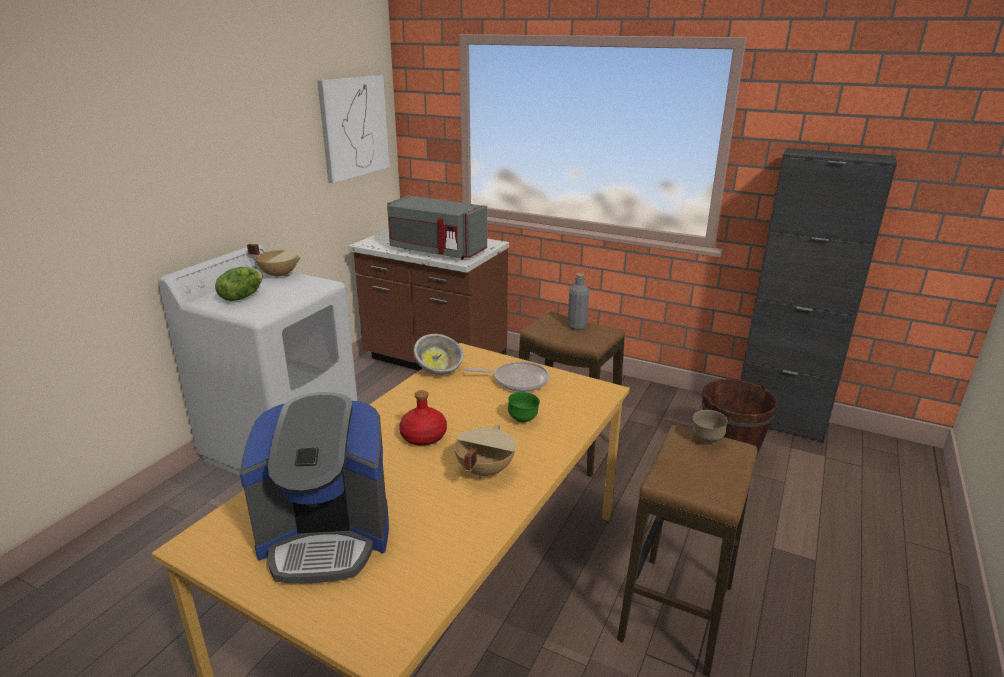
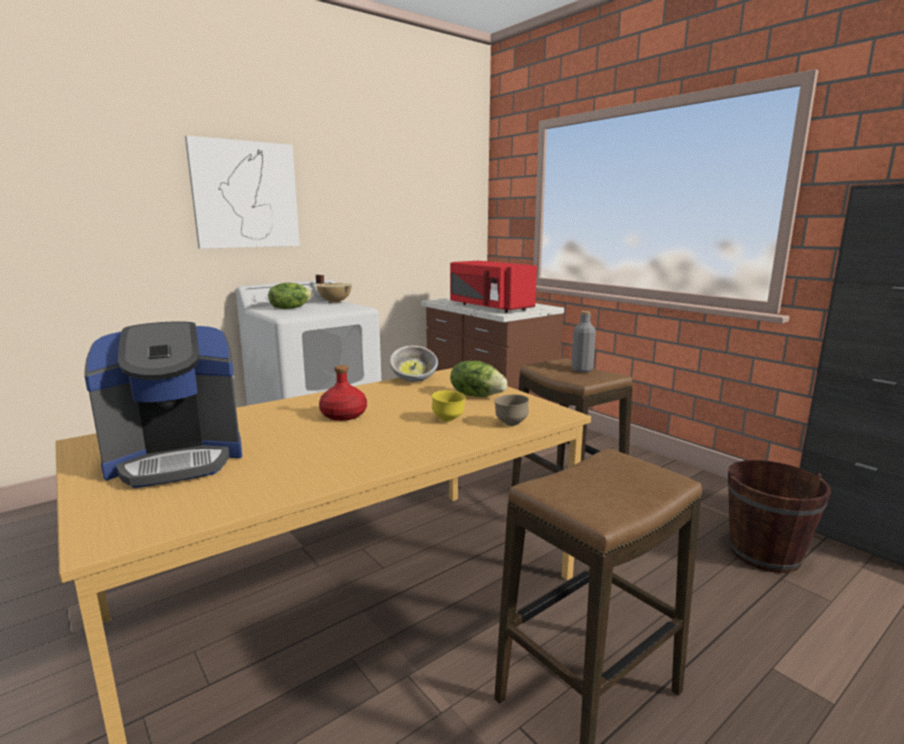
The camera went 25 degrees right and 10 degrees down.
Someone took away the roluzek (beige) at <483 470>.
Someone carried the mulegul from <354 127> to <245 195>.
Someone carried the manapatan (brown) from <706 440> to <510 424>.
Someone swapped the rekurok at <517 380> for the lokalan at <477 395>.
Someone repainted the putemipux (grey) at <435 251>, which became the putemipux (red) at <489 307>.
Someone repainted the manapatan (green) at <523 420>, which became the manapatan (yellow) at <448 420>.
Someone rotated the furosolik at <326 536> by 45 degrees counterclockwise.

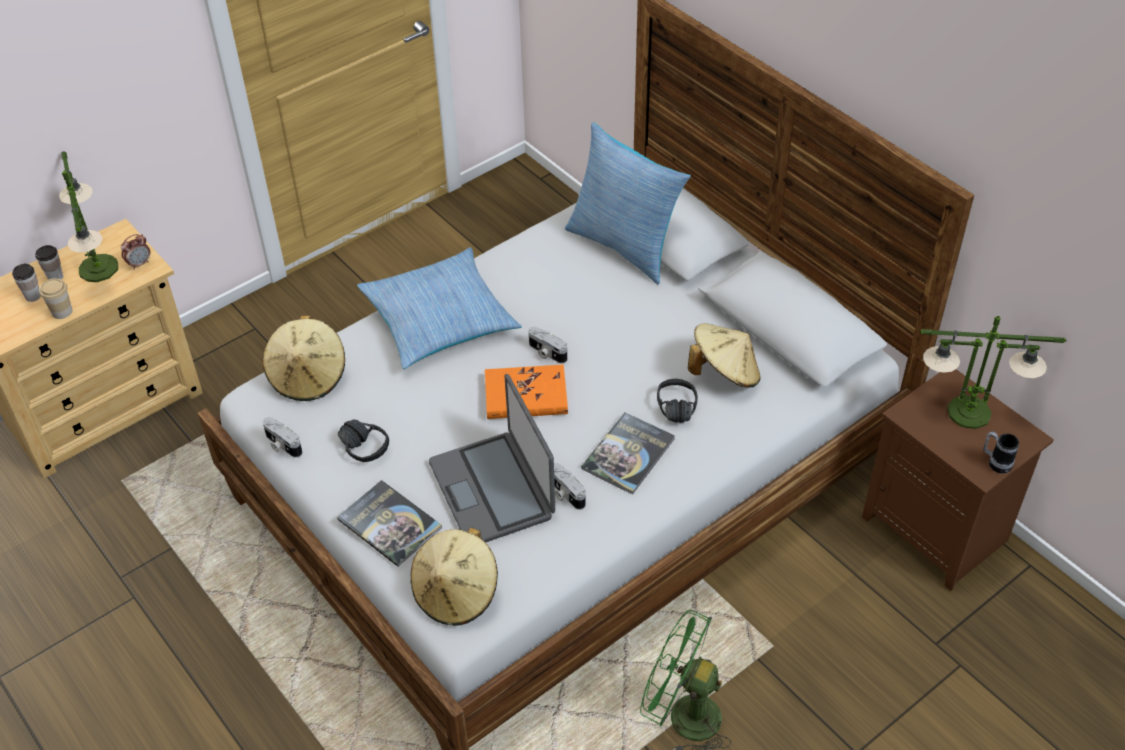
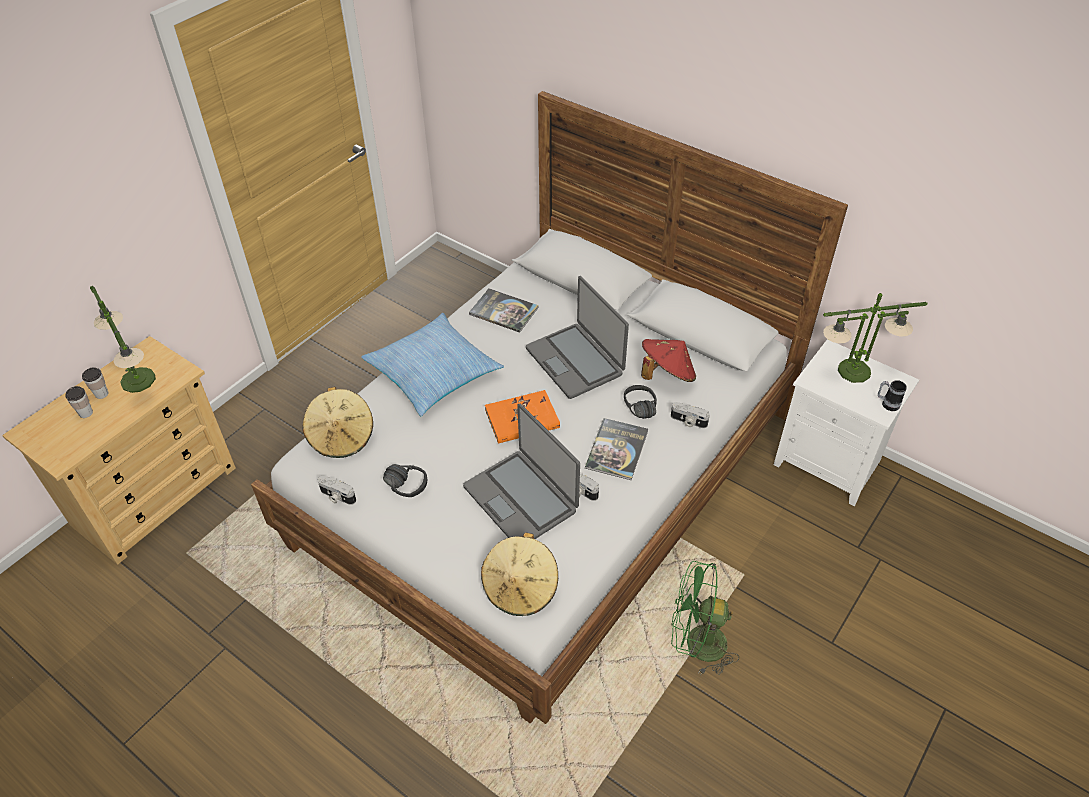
The camera went 15 degrees left and 0 degrees up.
Someone took away the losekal at <62 311>.
Someone took away the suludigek at <139 264>.
Someone took away the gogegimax at <624 245>.
Someone put down the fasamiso at <575 361>.
Someone carried the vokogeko from <389 524> to <504 311>.
Someone carried the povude from <546 353> to <688 421>.
Someone repainted the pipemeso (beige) at <724 373>, which became the pipemeso (red) at <666 374>.
Someone repainted the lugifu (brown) at <938 530>, which became the lugifu (white) at <830 463>.

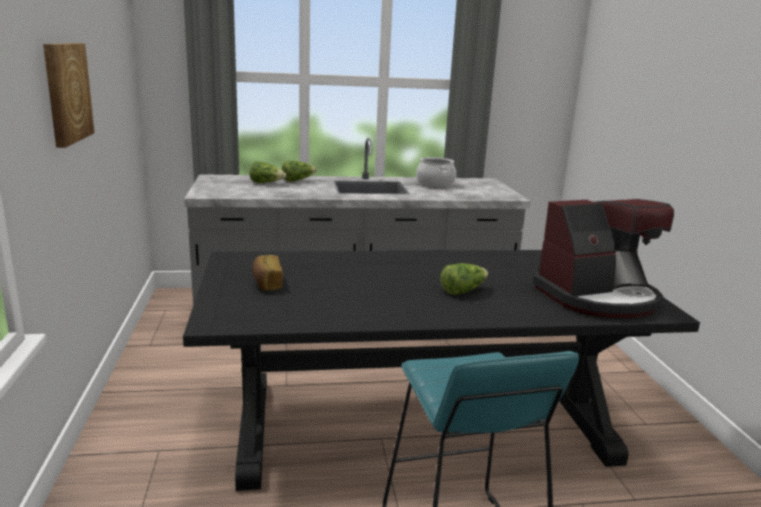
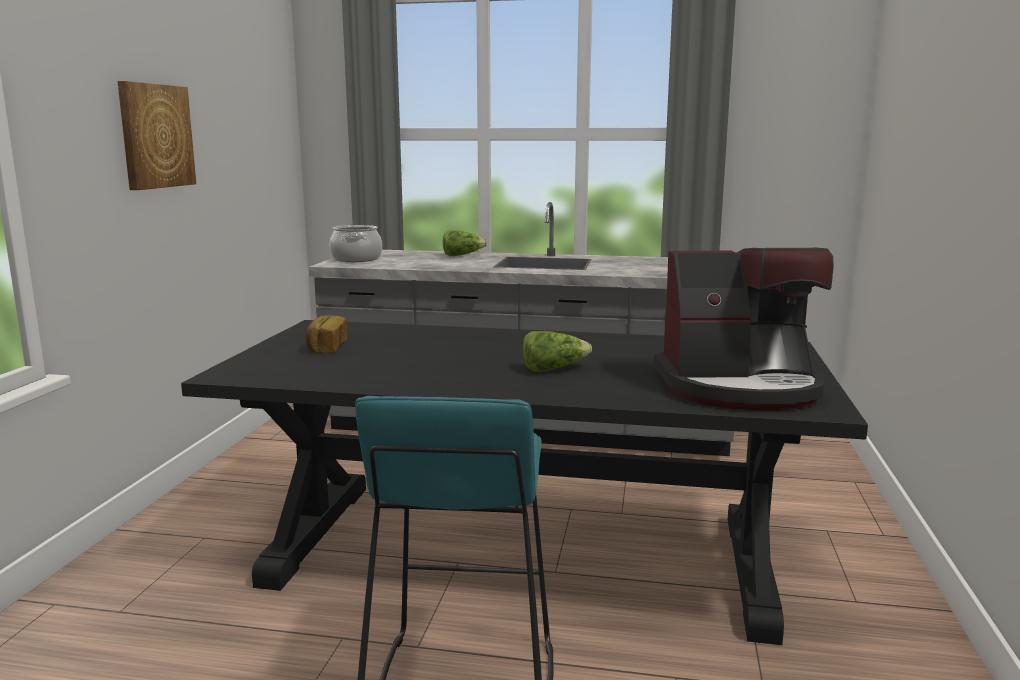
The camera went 20 degrees right and 5 degrees down.
Someone took away the lokalan at <266 183>.
Someone carried the roluzek from <435 184> to <357 259>.

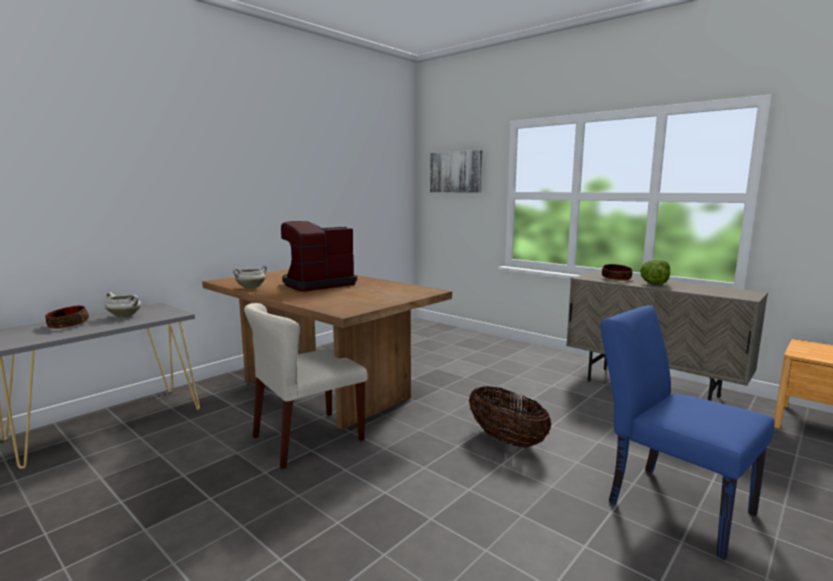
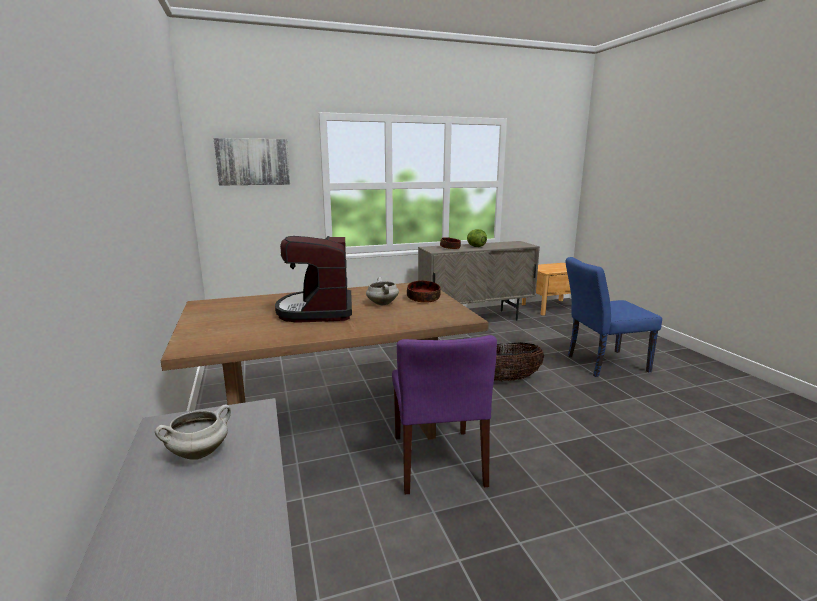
The camera went 60 degrees left and 5 degrees up.
Someone carried the manapatan from <68 325> to <423 299>.
Someone carried the roluzek (white) from <251 288> to <382 304>.
Someone repainted the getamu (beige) at <307 438>, which became the getamu (purple) at <438 460>.

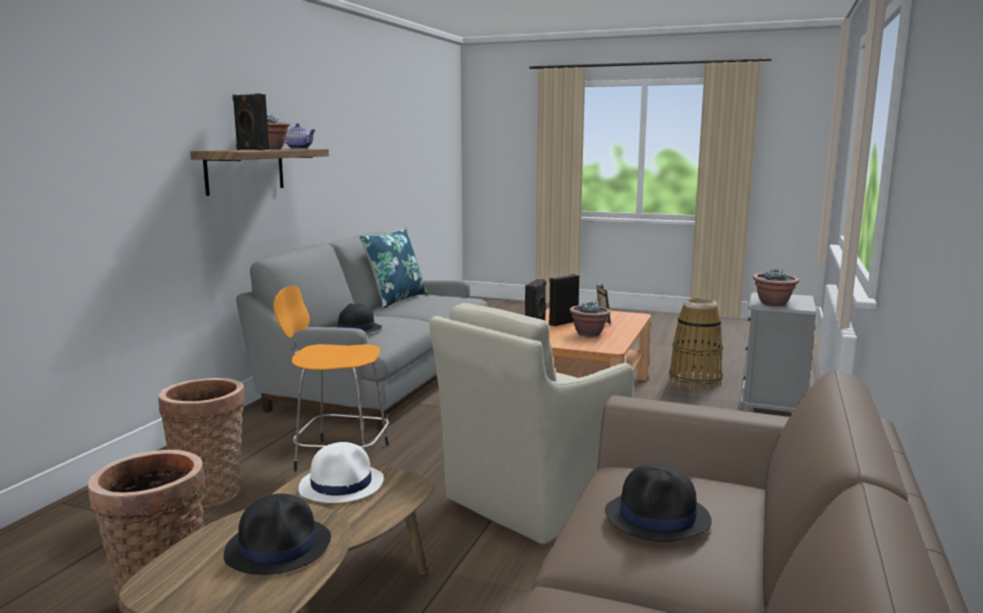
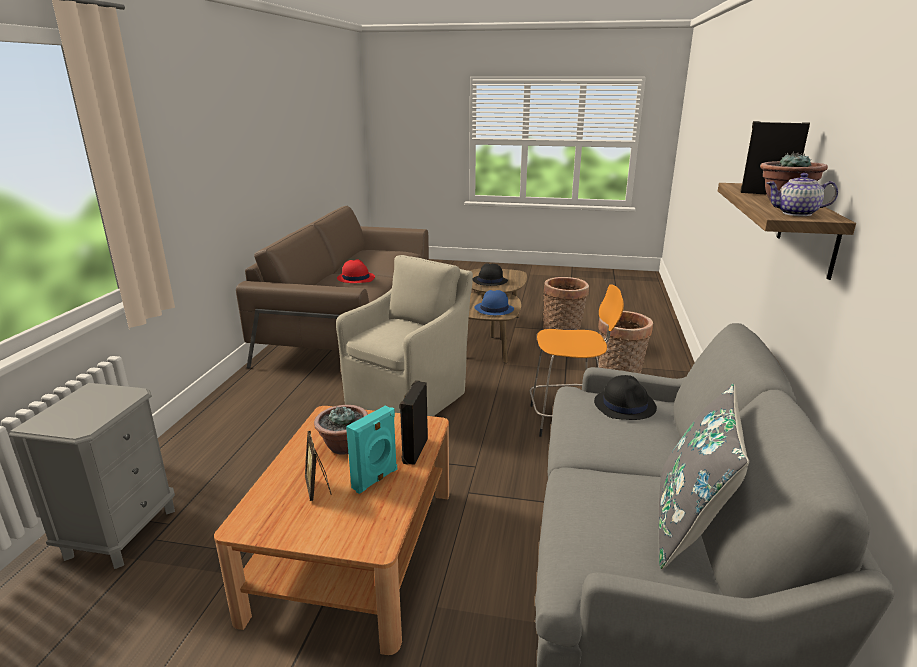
The camera went 170 degrees right and 10 degrees up.
Someone took away the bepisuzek at <695 380>.
Someone took away the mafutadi at <773 303>.
Someone repainted the pipemeso (white) at <342 484>, which became the pipemeso (blue) at <493 309>.
Someone repainted the gogegimax (blue) at <396 299>, which became the gogegimax (grey) at <689 525>.
Someone repainted the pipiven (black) at <562 323>, which became the pipiven (turquoise) at <376 479>.
Someone repainted the pipemeso (black) at <658 517>, which became the pipemeso (red) at <355 278>.

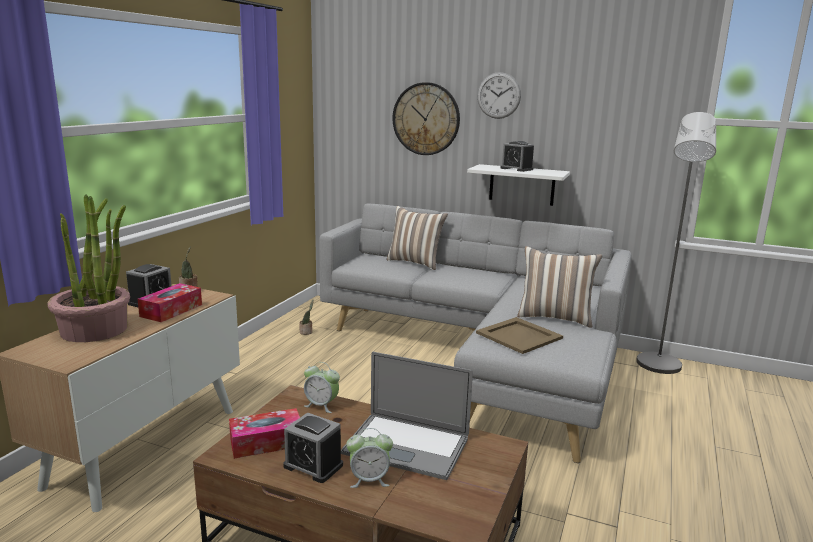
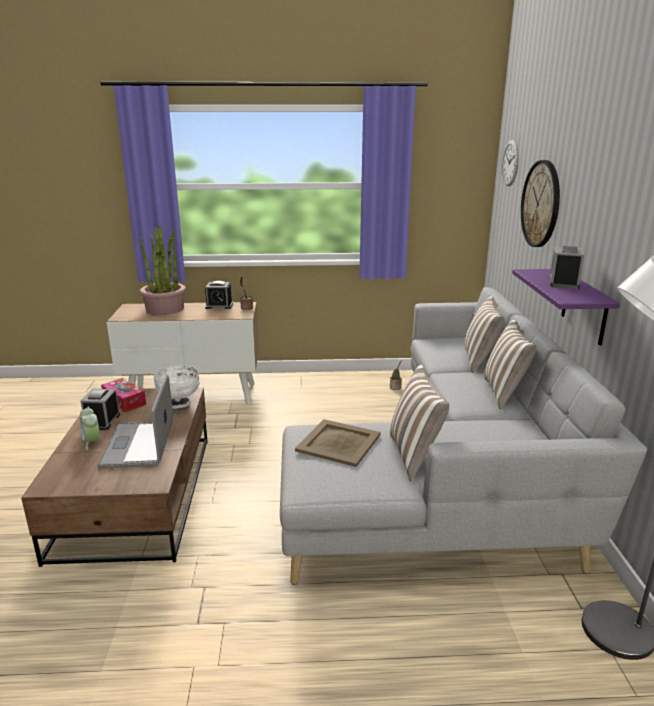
The camera went 65 degrees right and 5 degrees up.
Someone took away the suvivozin at <171 310>.
Someone put down the gogegimax at <504 393>.
Someone carried the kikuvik from <498 95> to <510 163>.
Someone swapped the suludigek at <321 405> for the manapatan (white) at <179 404>.
Someone repainted the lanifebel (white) at <522 185>, which became the lanifebel (purple) at <584 307>.

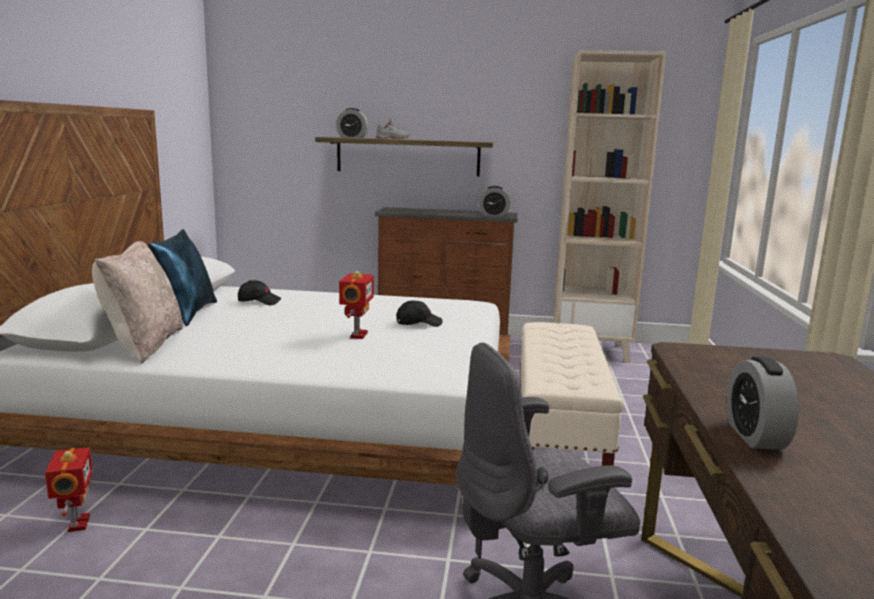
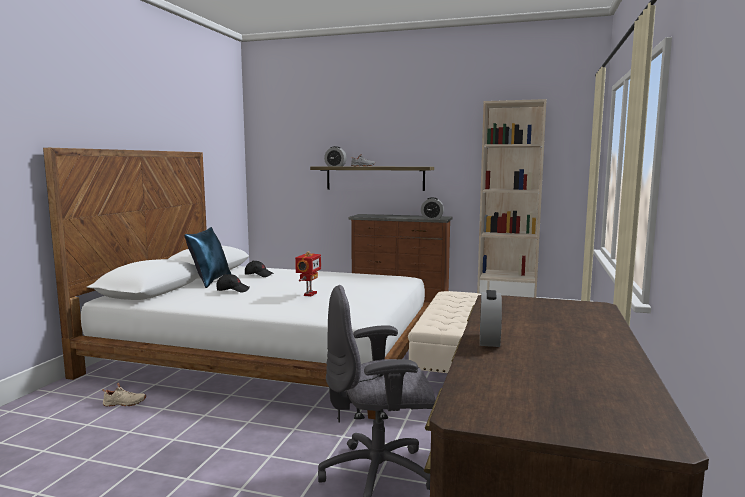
The camera went 10 degrees right and 5 degrees down.
Someone took away the gogegimax (beige) at <143 345>.
Someone carried the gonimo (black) from <418 323> to <233 290>.
Someone swapped the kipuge at <76 524> for the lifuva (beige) at <124 404>.

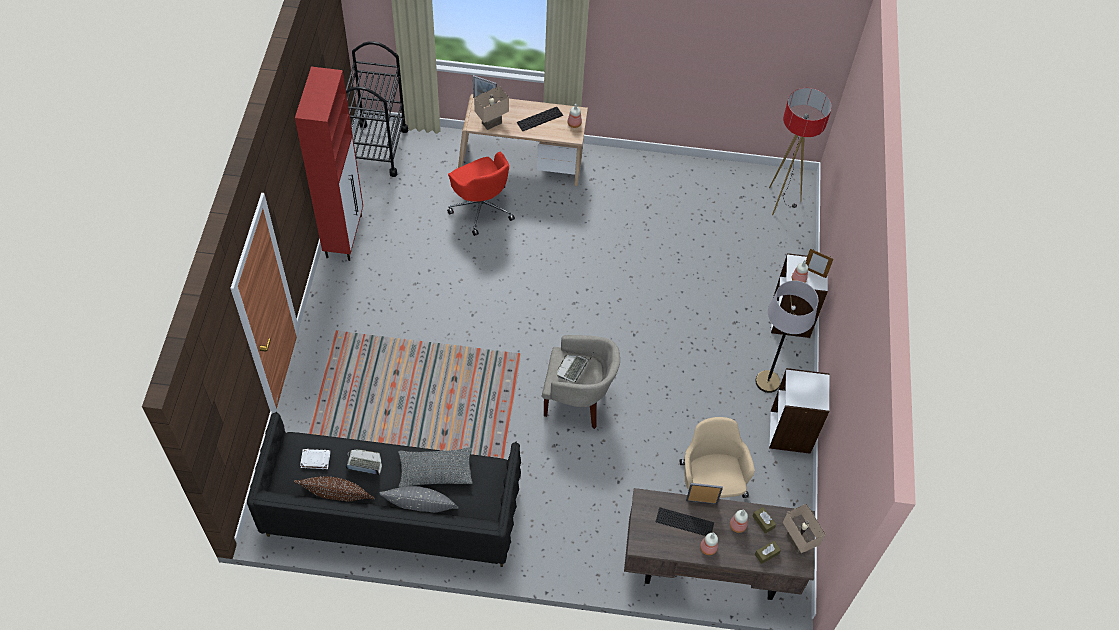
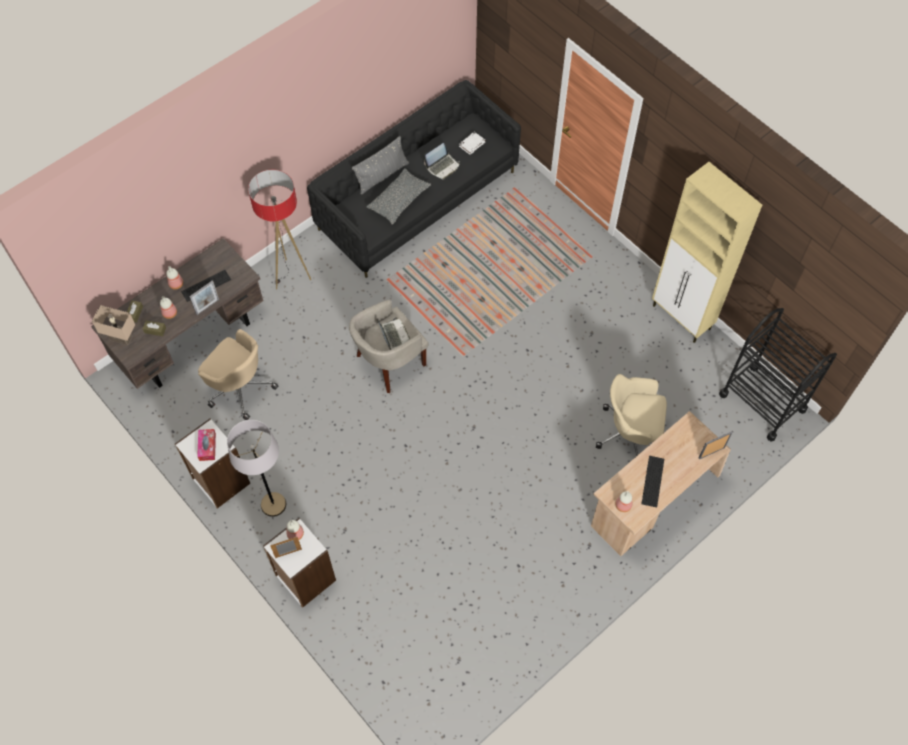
The camera went 135 degrees right and 5 degrees up.
Someone took away the gogegimax (brown) at <337 497>.
Someone took away the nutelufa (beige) at <491 122>.
Someone put down the suvivozin at <207 447>.
Someone carried the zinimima from <781 201> to <290 276>.
Someone repainted the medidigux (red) at <344 235>, which became the medidigux (beige) at <682 318>.
Someone repainted the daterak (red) at <481 207>, which became the daterak (beige) at <630 433>.

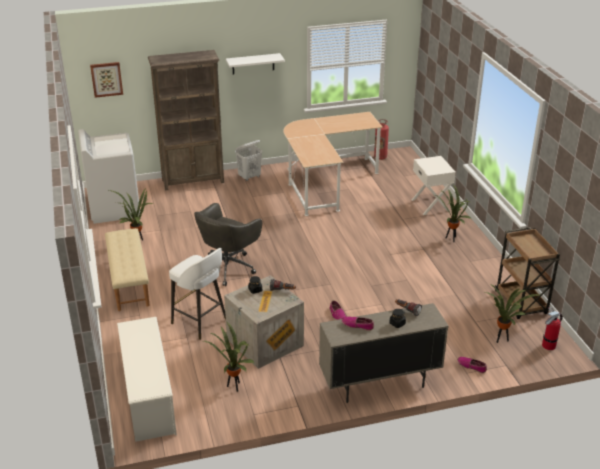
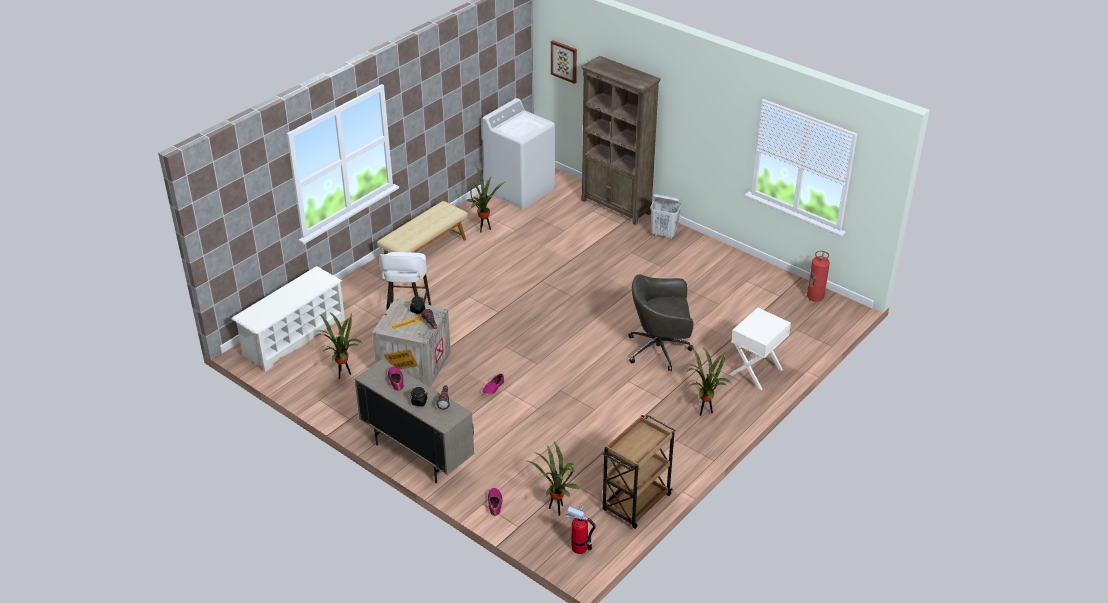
The camera went 55 degrees right and 5 degrees up.
Someone took away the lanifebel (white) at <253 64>.
Someone took away the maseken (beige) at <324 182>.
Someone carried the daterak (grey) from <228 267> to <660 350>.

